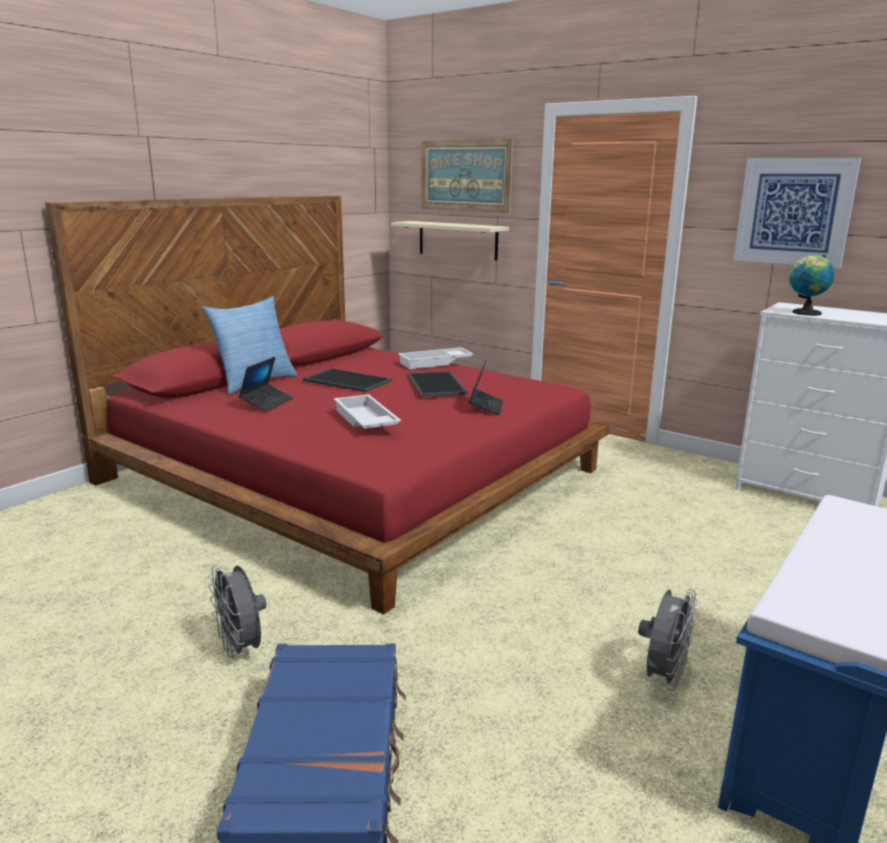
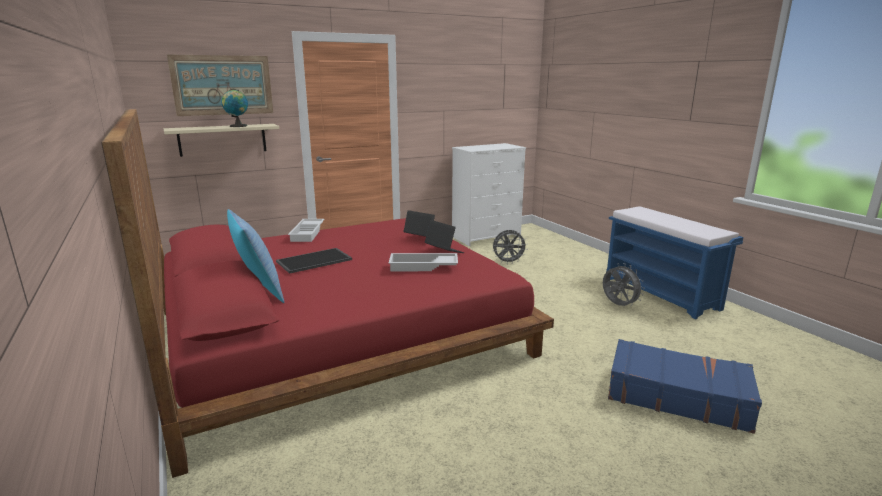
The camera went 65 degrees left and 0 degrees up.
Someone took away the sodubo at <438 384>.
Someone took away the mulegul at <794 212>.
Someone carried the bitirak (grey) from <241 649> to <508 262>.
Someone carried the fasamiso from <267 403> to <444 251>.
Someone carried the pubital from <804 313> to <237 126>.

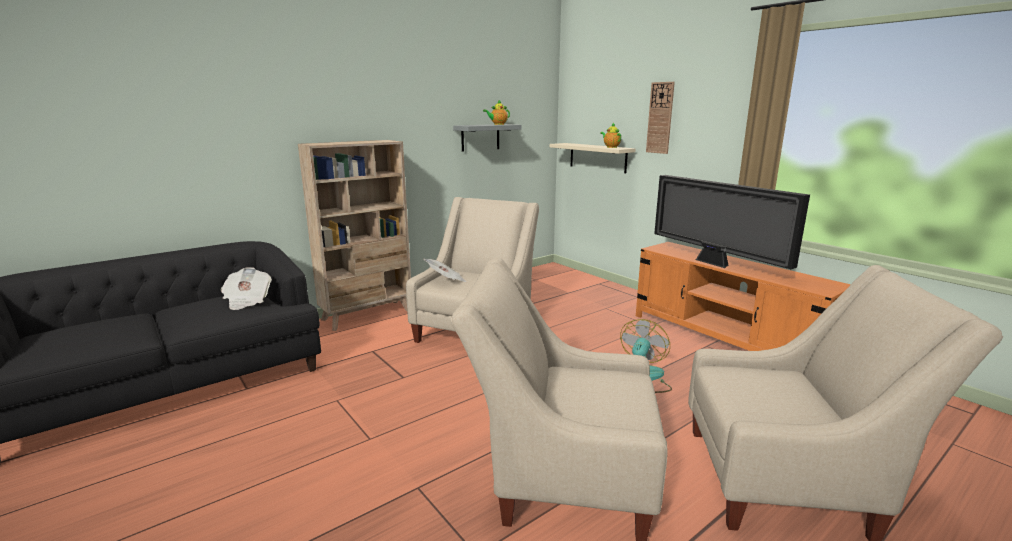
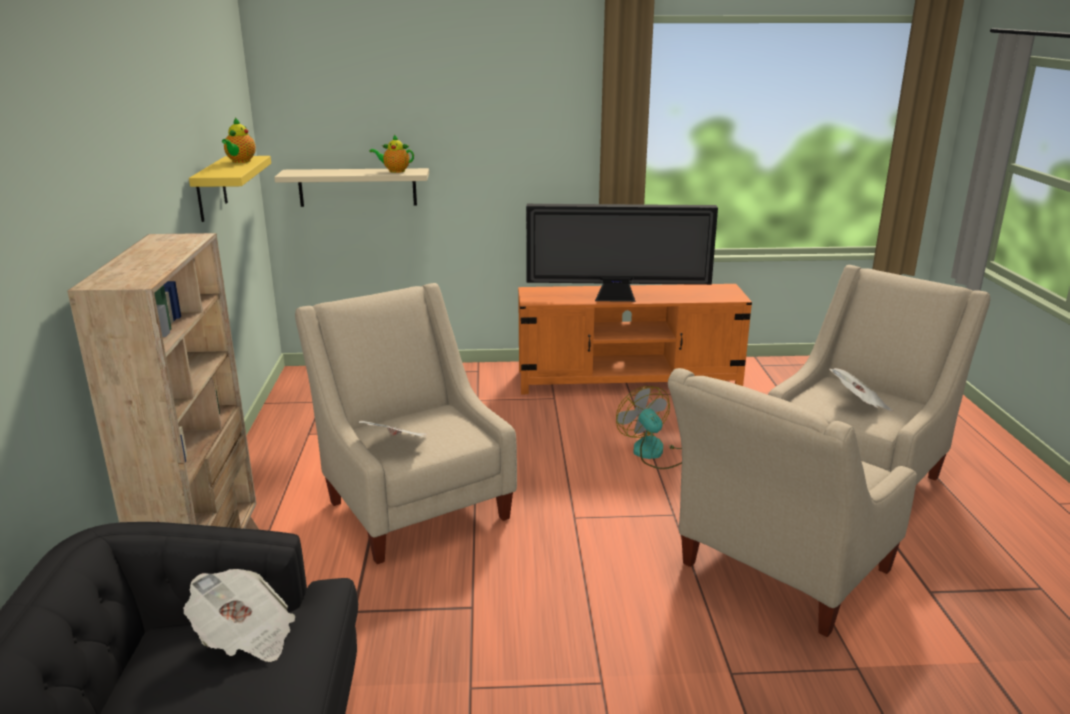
The camera went 55 degrees left and 5 degrees up.
Someone took away the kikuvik at <660 118>.
Someone put down the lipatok at <858 405>.
Someone repainted the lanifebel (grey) at <480 137>, which became the lanifebel (yellow) at <211 189>.

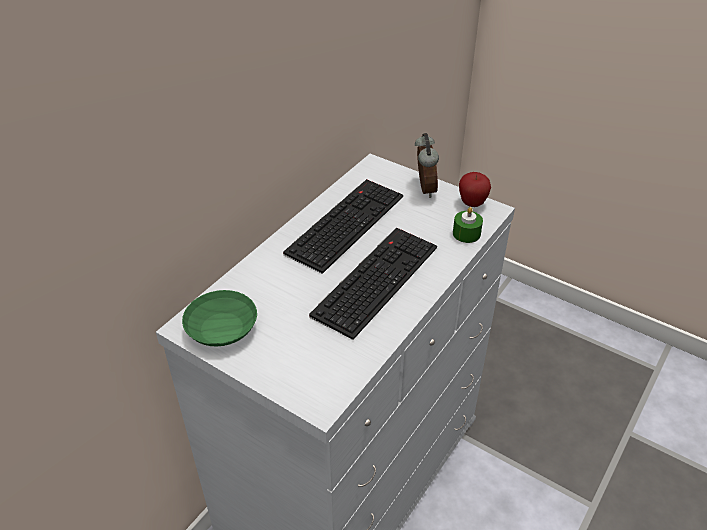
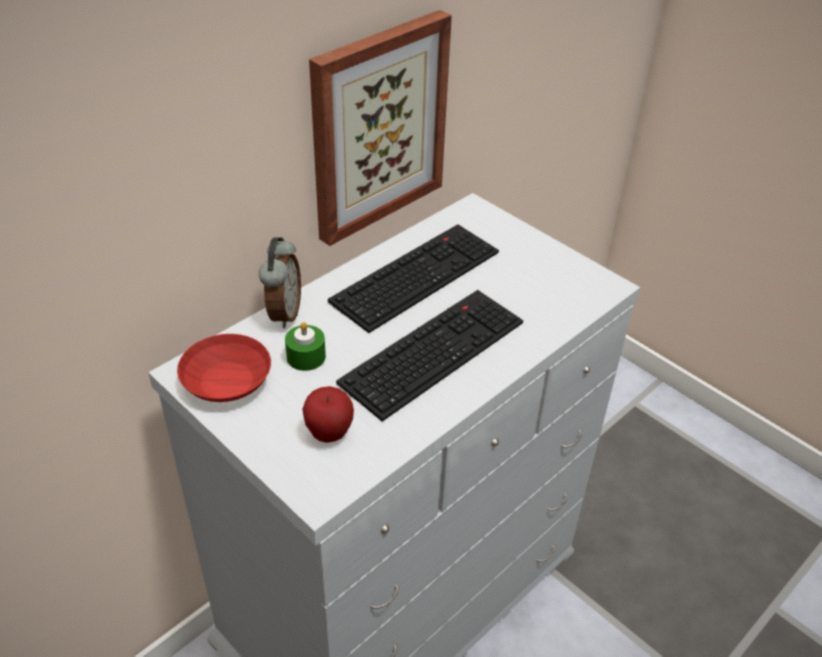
The camera went 10 degrees right and 0 degrees up.
Someone put up the mulegul at <377 127>.
Someone carried the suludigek from <423 189> to <283 313>.
Someone carried the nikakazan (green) from <466 233> to <306 357>.
Someone carried the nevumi from <472 203> to <329 434>.
Someone repainted the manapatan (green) at <220 329>, which became the manapatan (red) at <224 382>.

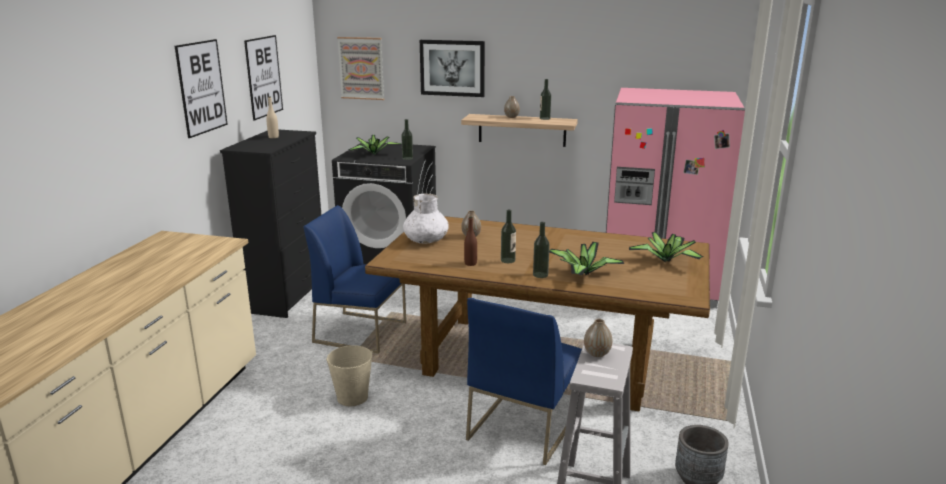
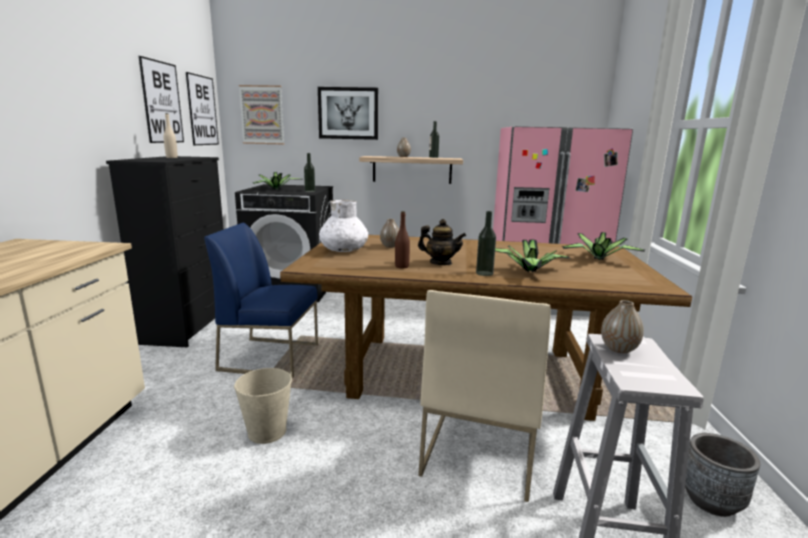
The camera went 10 degrees left and 5 degrees down.
Someone carried the mulegul from <201 87> to <202 110>.
Someone swapped the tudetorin at <508 260> for the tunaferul at <440 263>.
Someone repainted the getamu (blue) at <522 426>, which became the getamu (beige) at <479 450>.

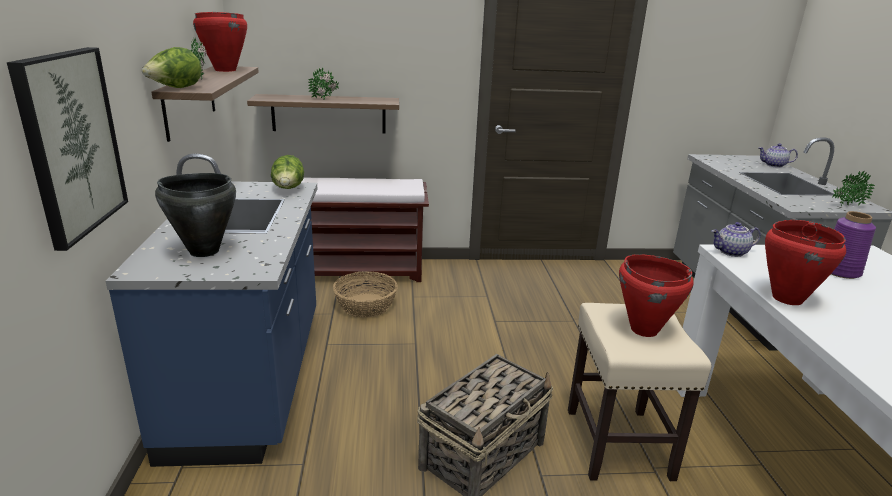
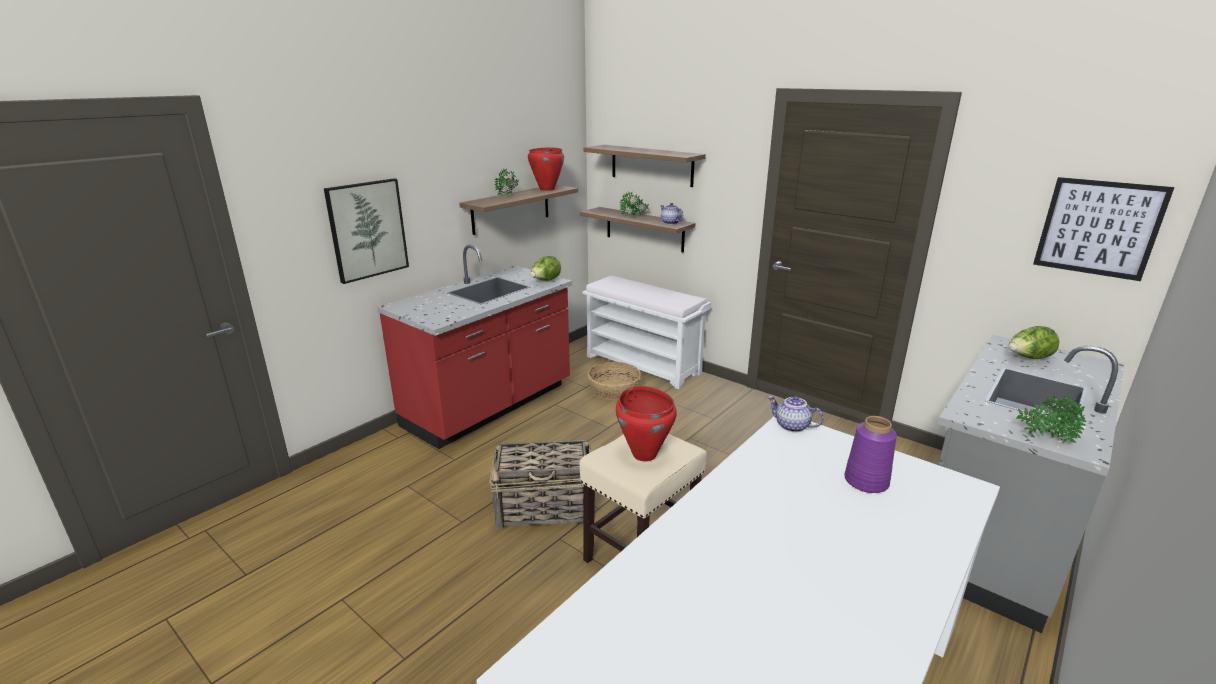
The camera went 45 degrees right and 0 degrees up.
Someone took away the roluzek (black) at <203 251>.
Someone took away the roluzek (red) at <786 298>.
Someone put up the lanifebel at <651 165>.
Someone put up the mulegul at <1098 228>.
Someone carried the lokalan from <175 88> to <1028 358>.
Someone carried the tunaferul from <774 165> to <670 223>.
Someone repainted the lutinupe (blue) at <252 380>, which became the lutinupe (red) at <490 406>.
Someone repainted the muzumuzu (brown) at <357 271>, which became the muzumuzu (white) at <644 365>.

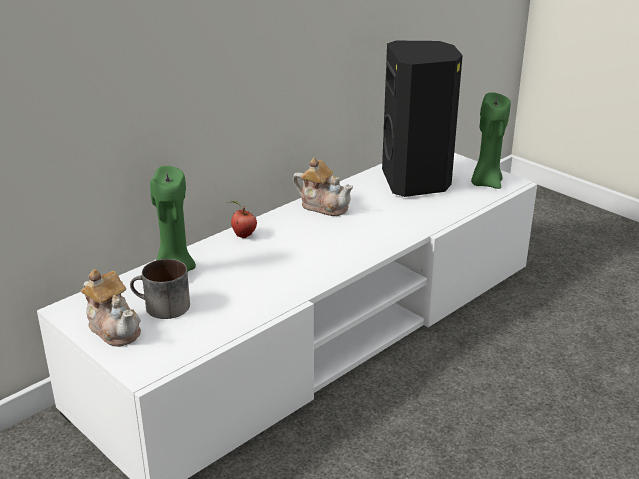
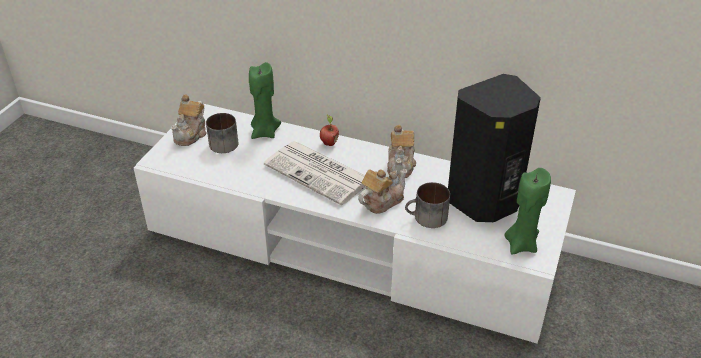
The camera went 65 degrees right and 10 degrees up.
Someone put down the lipatok at <320 173>.
Someone put down the tunaferul at <382 201>.
Someone put down the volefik at <426 218>.

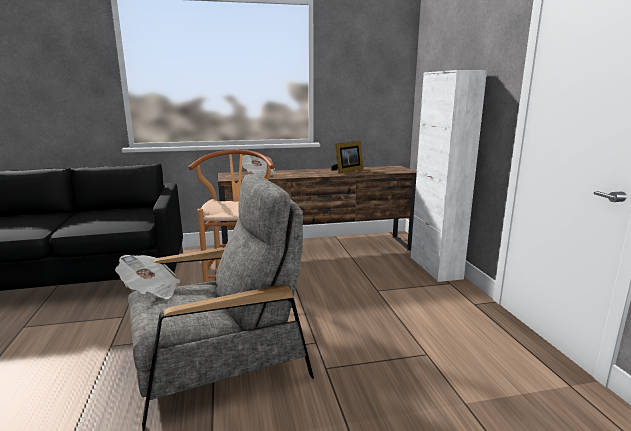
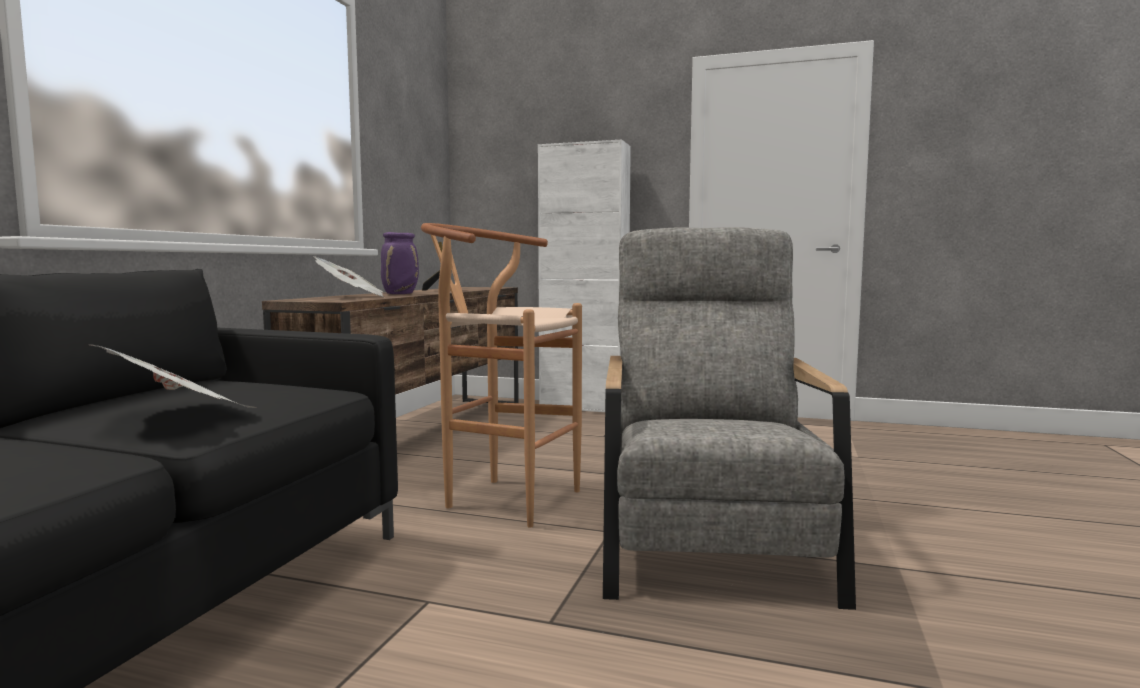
The camera went 60 degrees left and 10 degrees down.
Someone put down the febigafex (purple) at <400 294>.
Someone carried the lipatok from <151 290> to <181 414>.

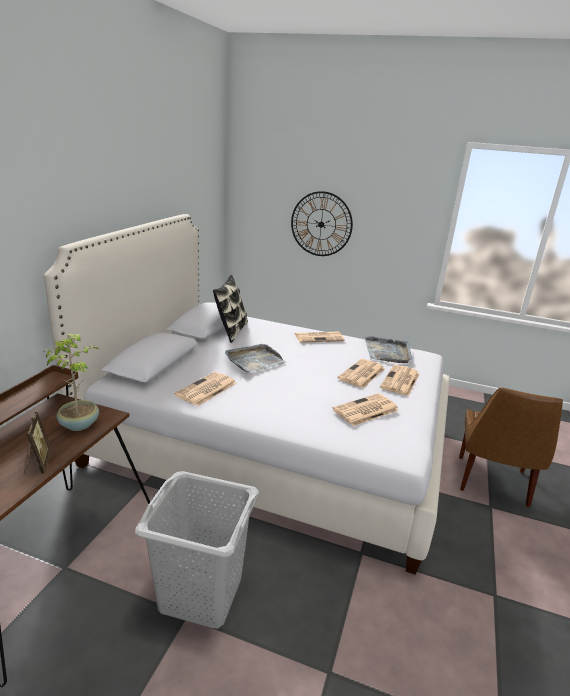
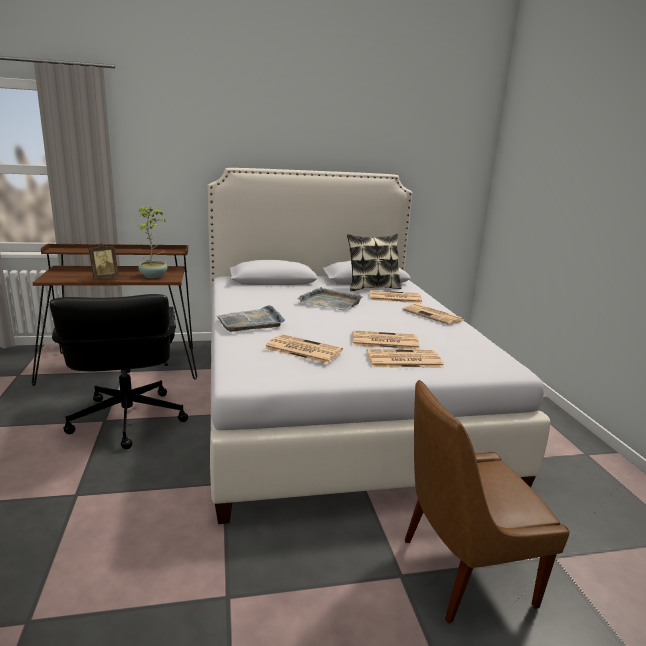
The camera went 60 degrees right and 5 degrees down.
Someone took away the kikuvik at <321 224>.
Someone carried the lipatok from <206 389> to <394 297>.
Someone carried the sodubo (grey) from <388 352> to <251 322>.
Someone swapped the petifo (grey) at <201 594> for the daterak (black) at <127 420>.

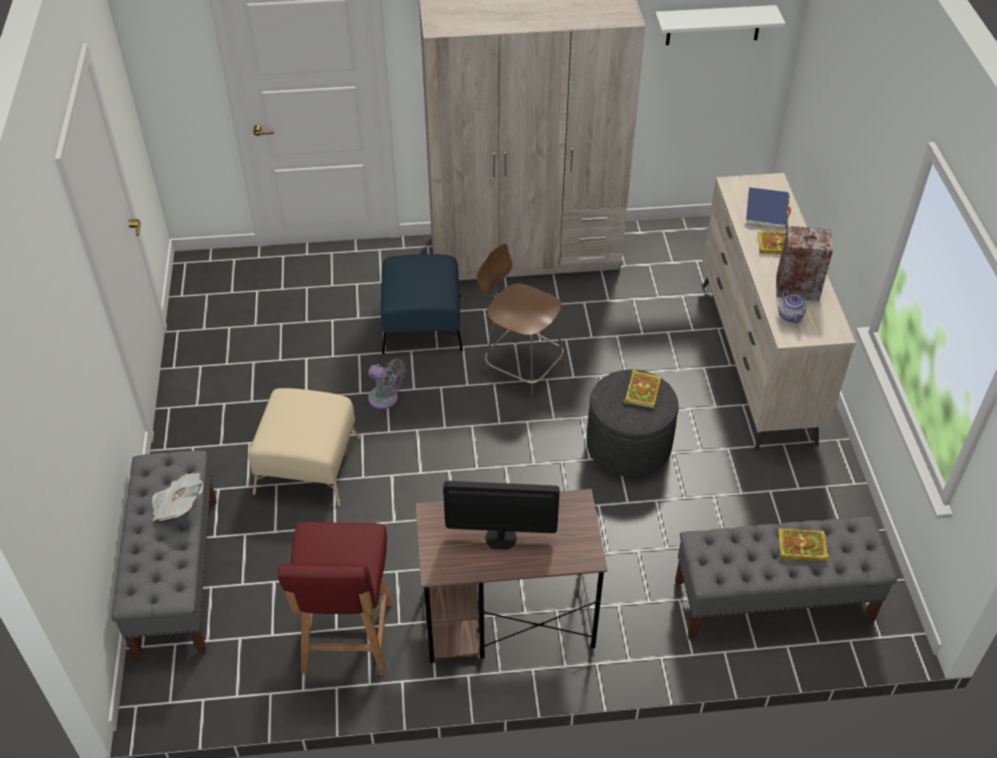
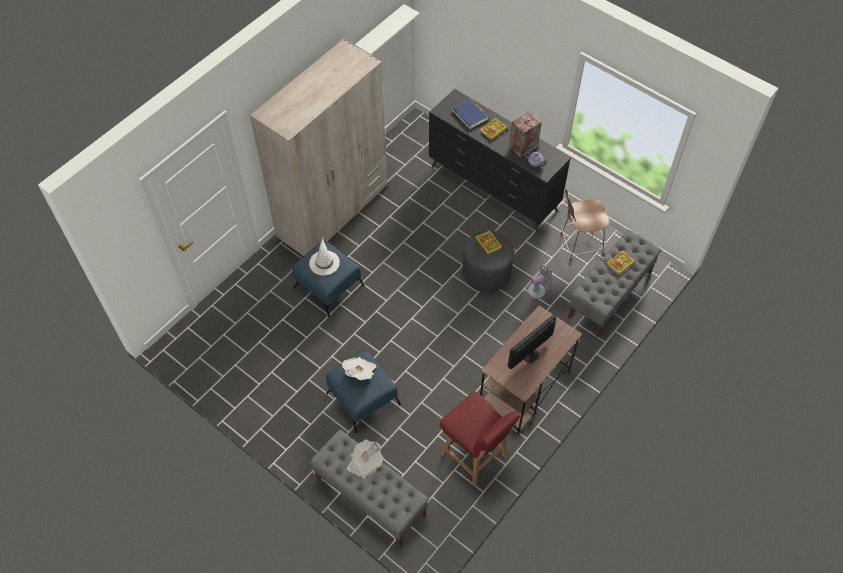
The camera went 45 degrees left and 10 degrees up.
Someone put down the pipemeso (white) at <324 262>.
Someone put down the lipatok at <360 372>.
Someone carried the bitirak (grey) from <386 399> to <538 290>.
Someone carried the getamu (brown) from <521 368> to <579 245>.
Someone repainted the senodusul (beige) at <308 464>, which became the senodusul (blue) at <363 398>.
Someone repainted the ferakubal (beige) at <756 361>, which became the ferakubal (black) at <493 189>.

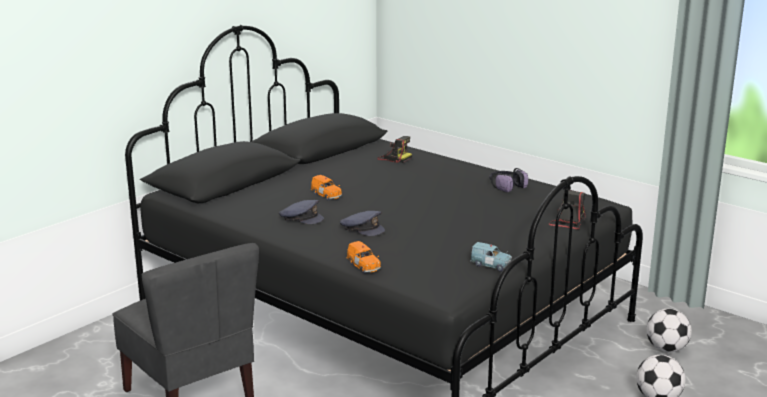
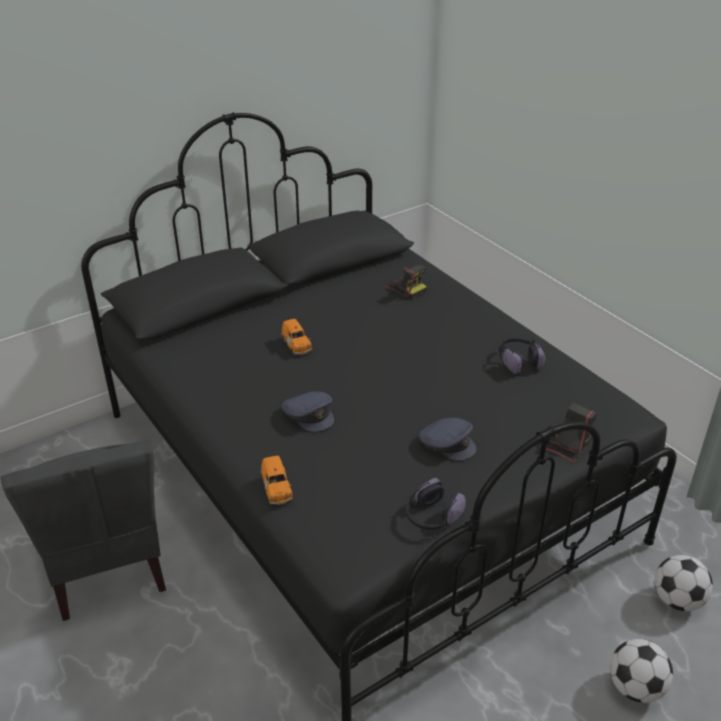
The camera went 15 degrees right and 15 degrees up.
Someone carried the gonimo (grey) from <301 218> to <447 443>.
Someone swapped the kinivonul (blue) at <491 265> for the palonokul at <432 517>.

